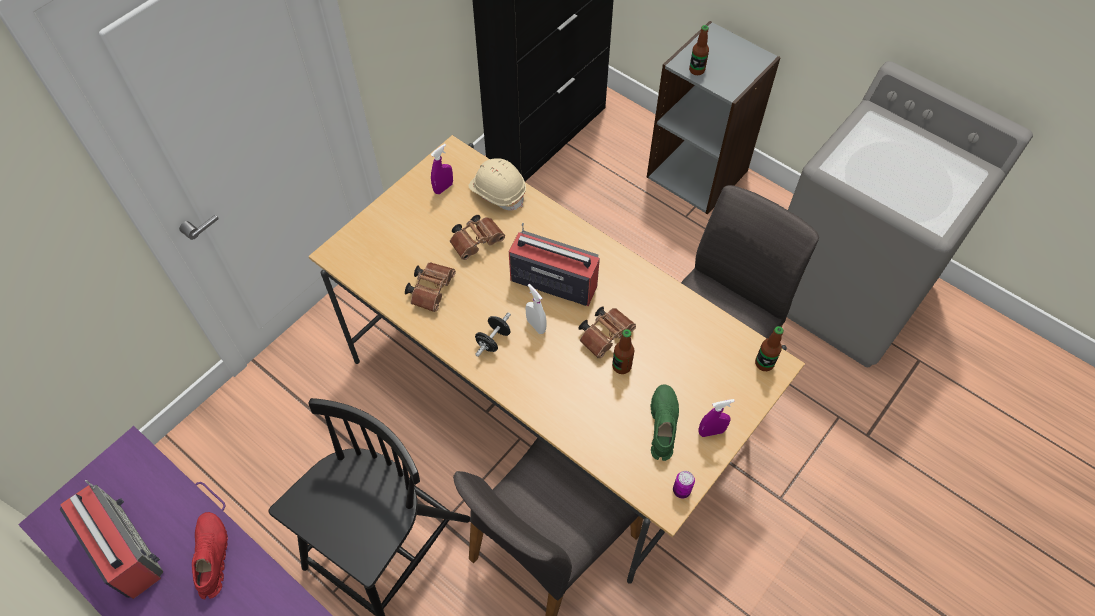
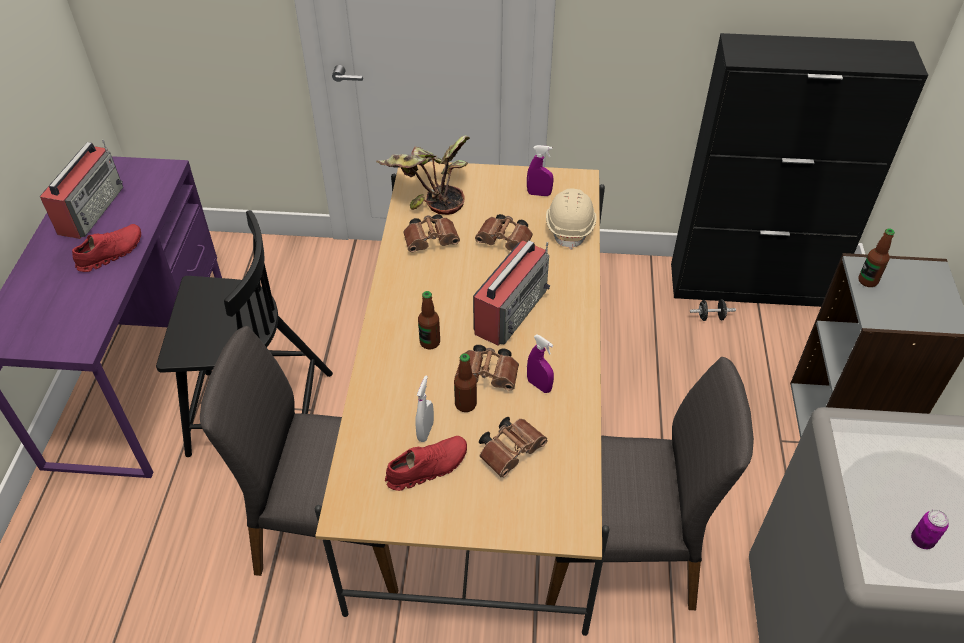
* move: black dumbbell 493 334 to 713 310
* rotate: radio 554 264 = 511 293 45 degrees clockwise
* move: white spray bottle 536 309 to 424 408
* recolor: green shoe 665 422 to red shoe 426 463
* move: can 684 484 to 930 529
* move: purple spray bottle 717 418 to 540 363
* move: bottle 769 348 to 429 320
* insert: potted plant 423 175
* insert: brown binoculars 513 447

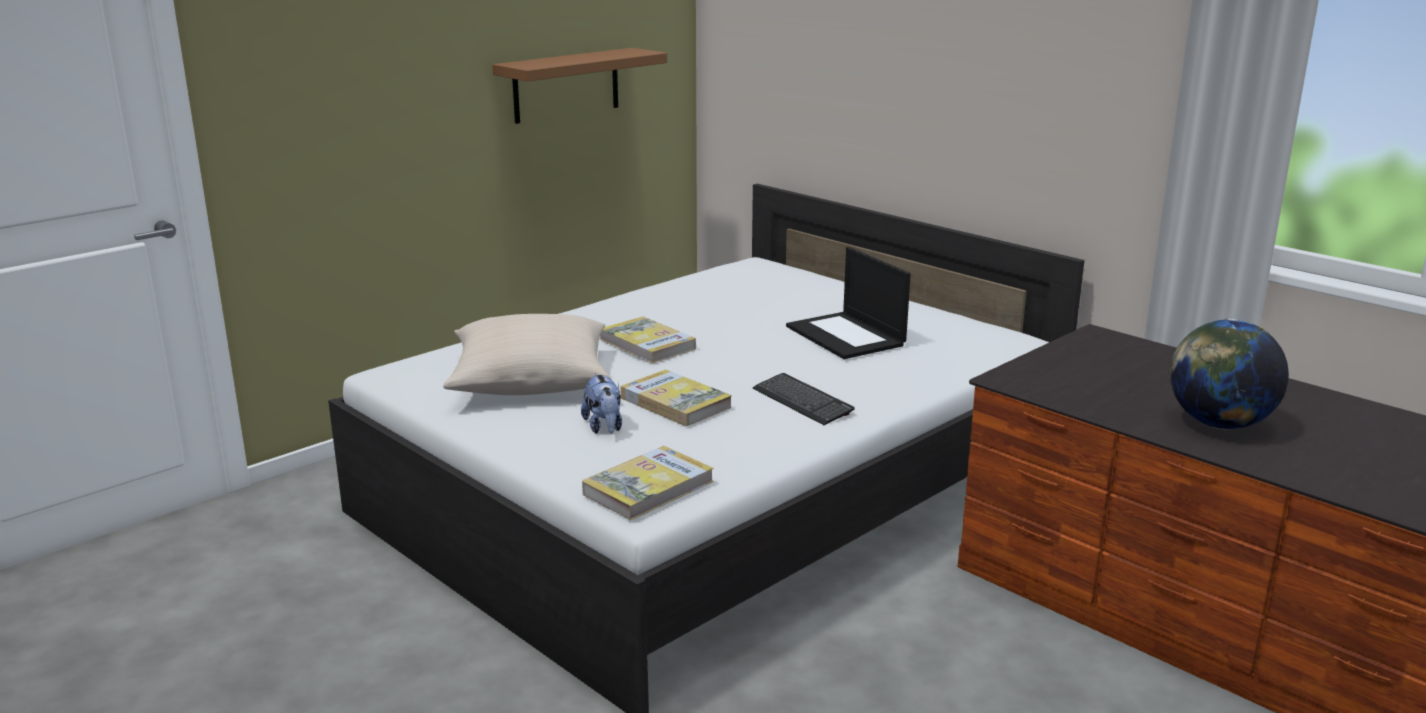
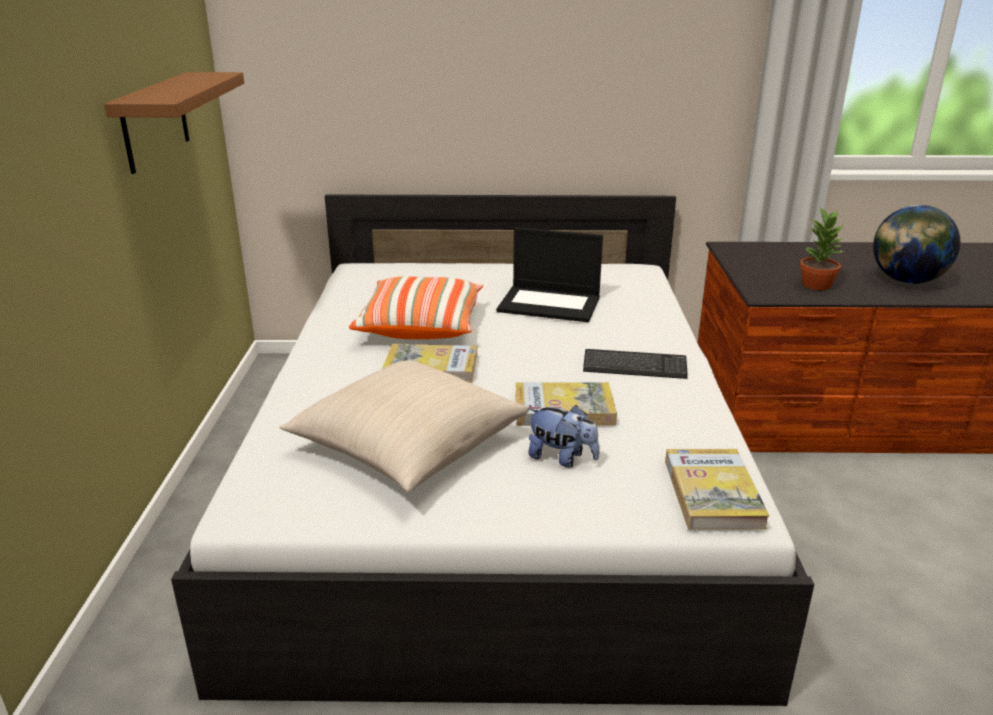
* insert: pillow 416 307
* insert: potted plant 823 249

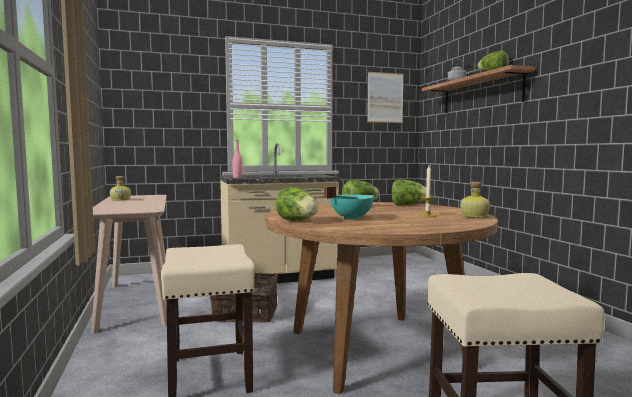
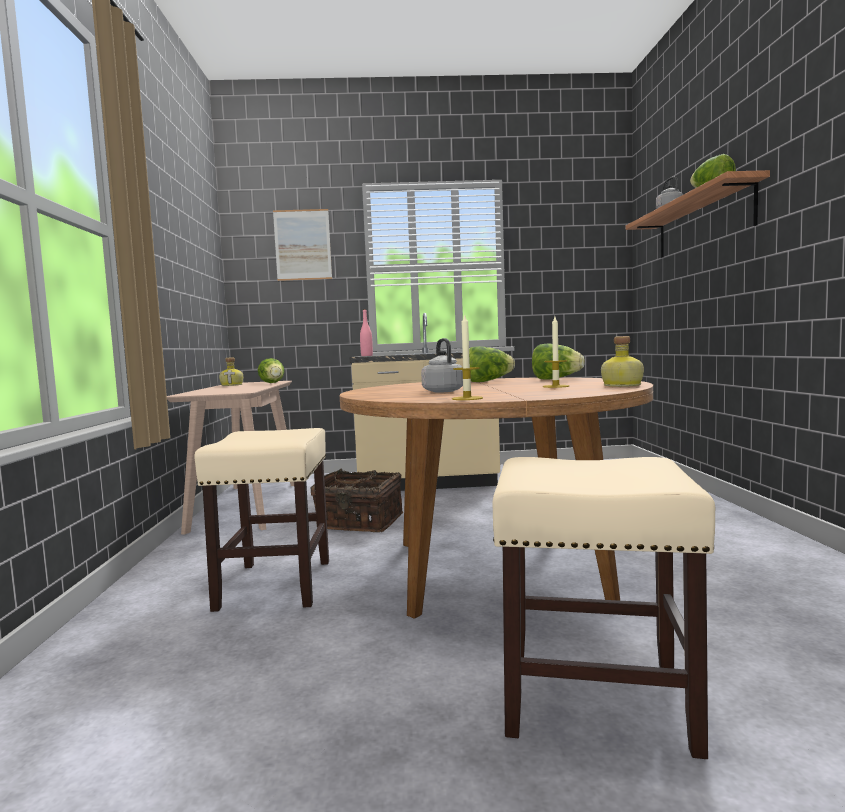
* move: lettuce 297 204 to 271 370
* replace: turquoise cooking pot 349 203 to grey kettle 442 365
* move: picture 385 97 to 302 245
* insert: candle 467 356

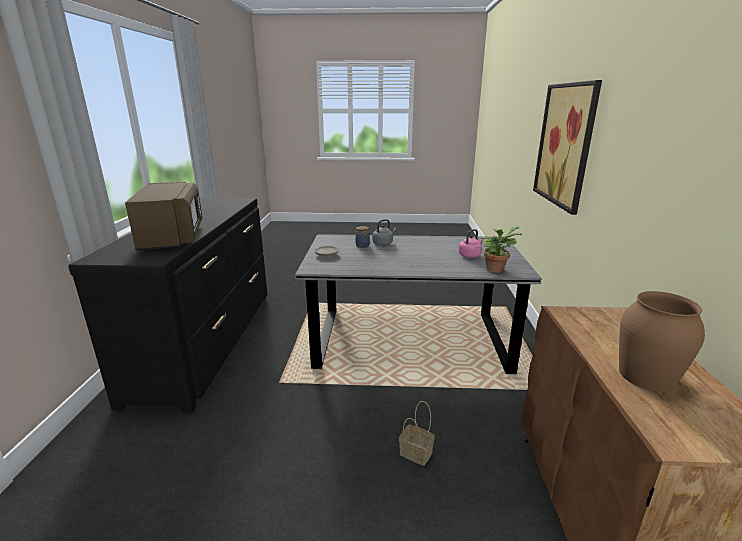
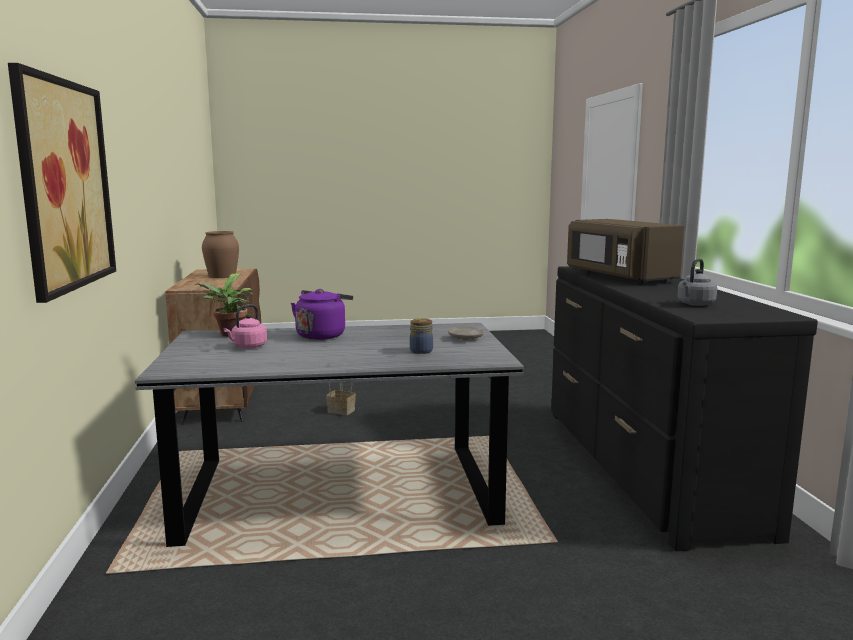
* move: grey kettle 385 232 to 697 282
* insert: purple kettle 322 314

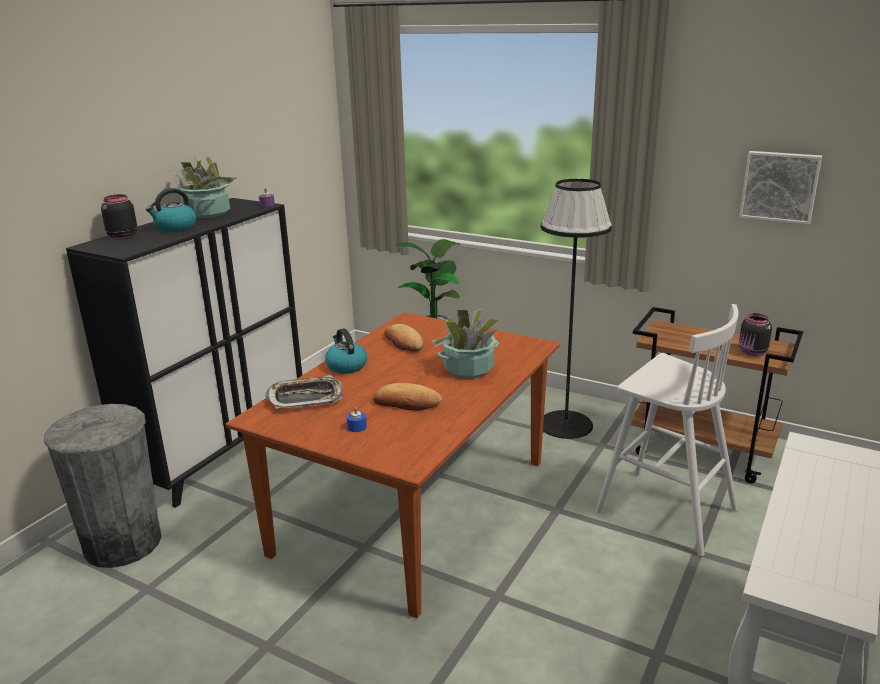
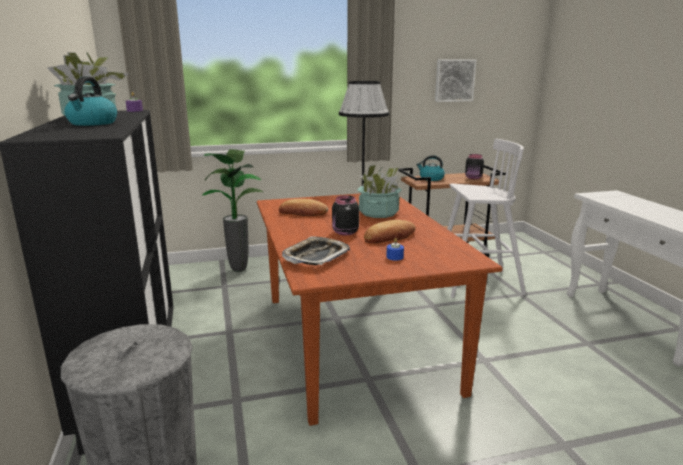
* move: black jar 119 217 to 345 215
* move: kettle 346 351 to 431 168

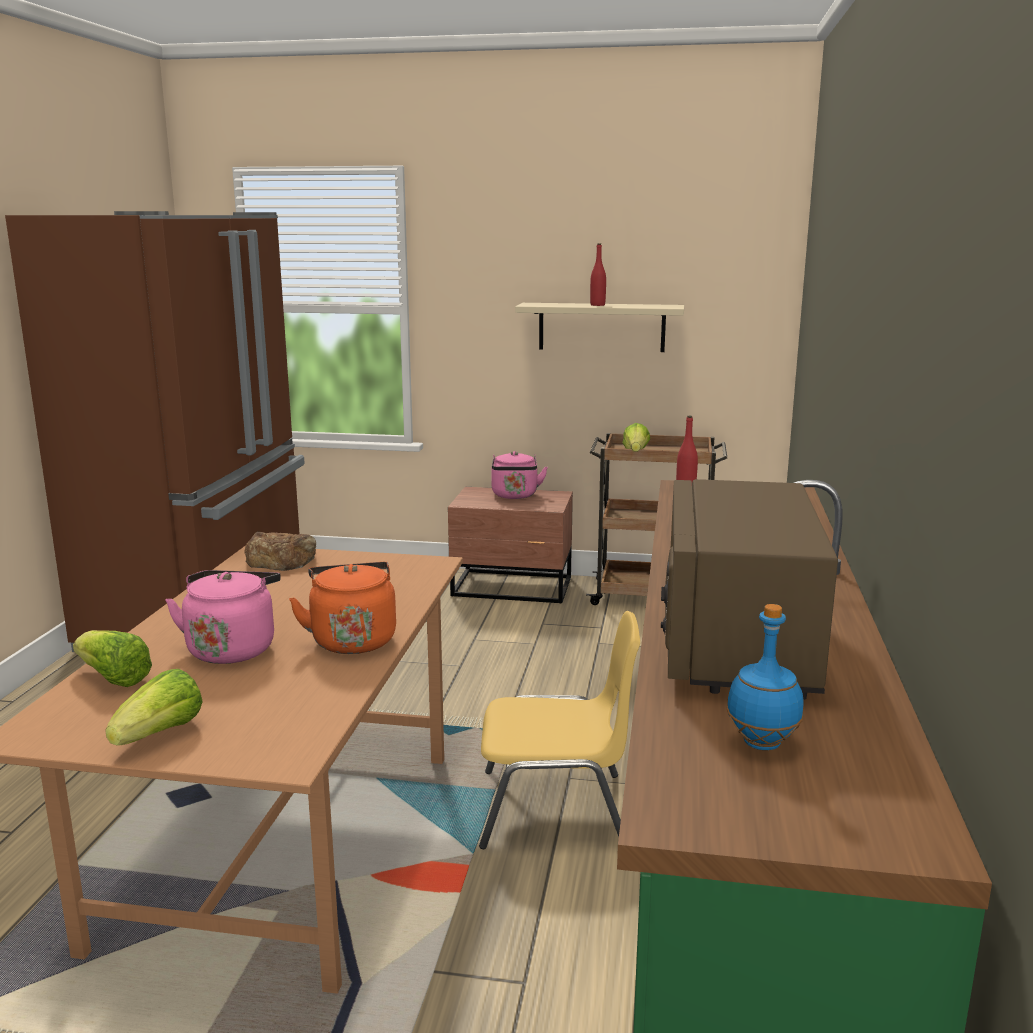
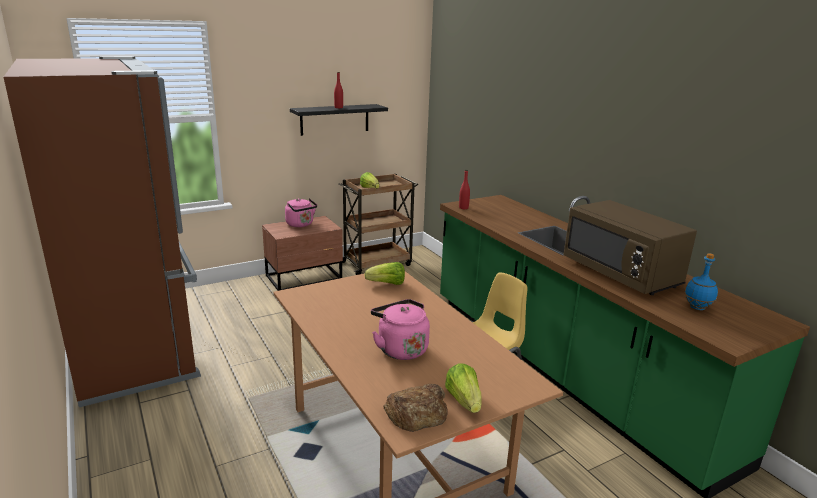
* move: lettuce 112 658 to 384 273
* move: bread 280 551 to 415 408
* delete: orange kettle 342 608
* recolor: beige shelf 599 327 to black shelf 339 120

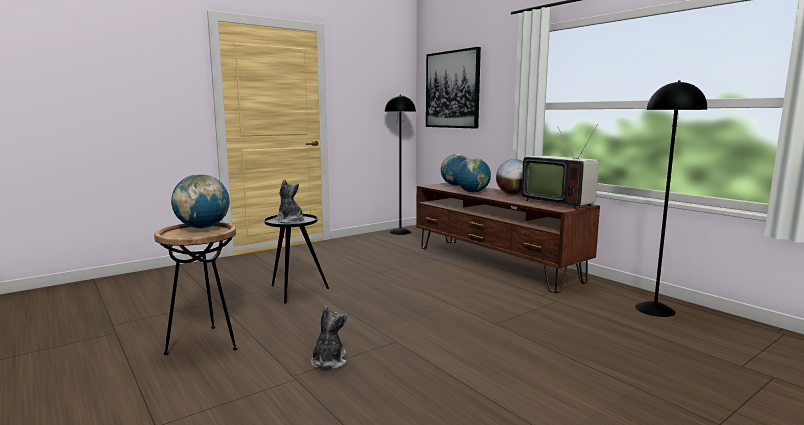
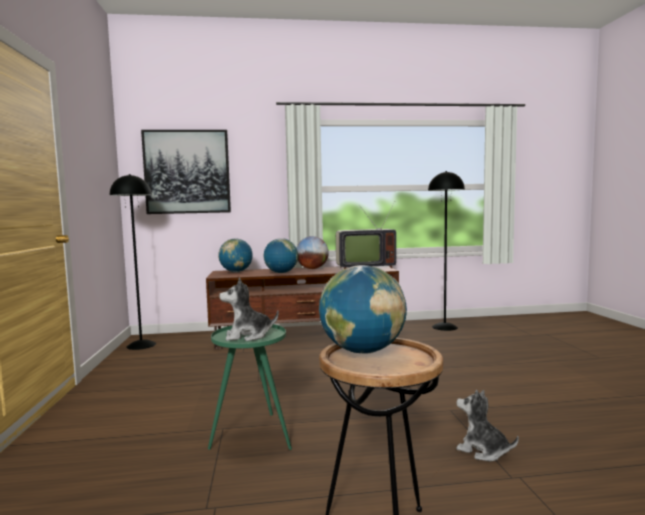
* recolor: black side table 296 259 to green side table 250 387

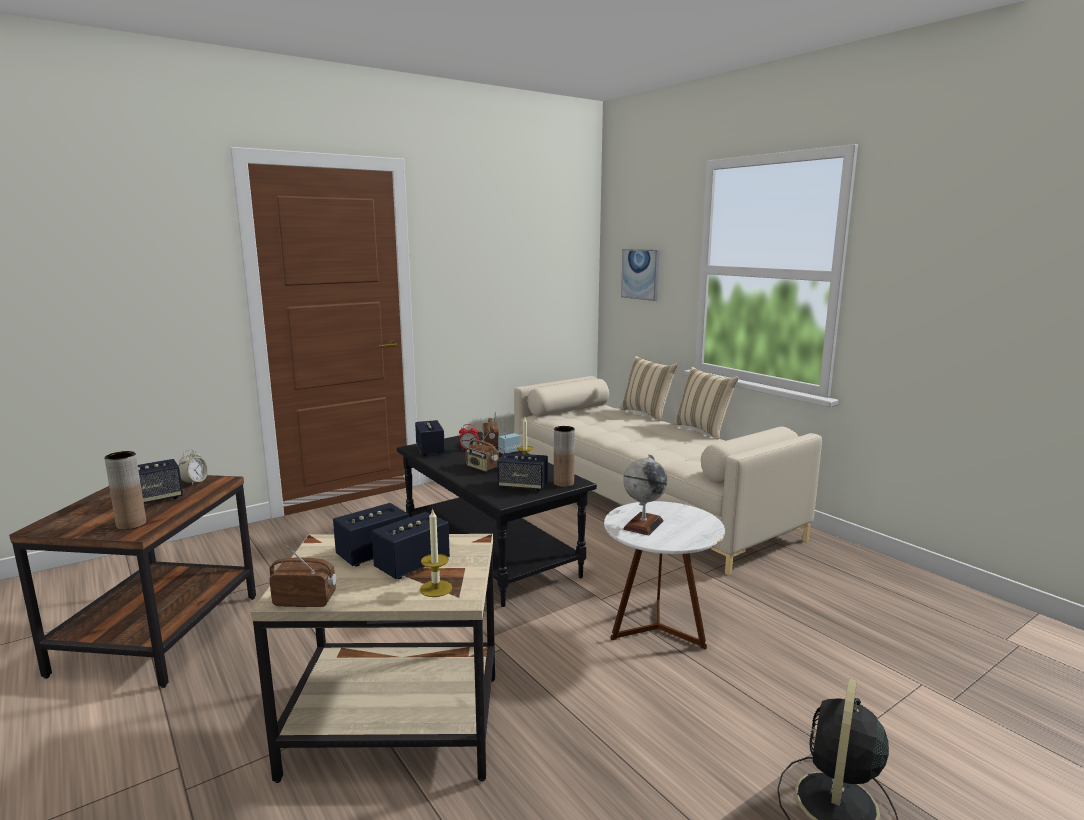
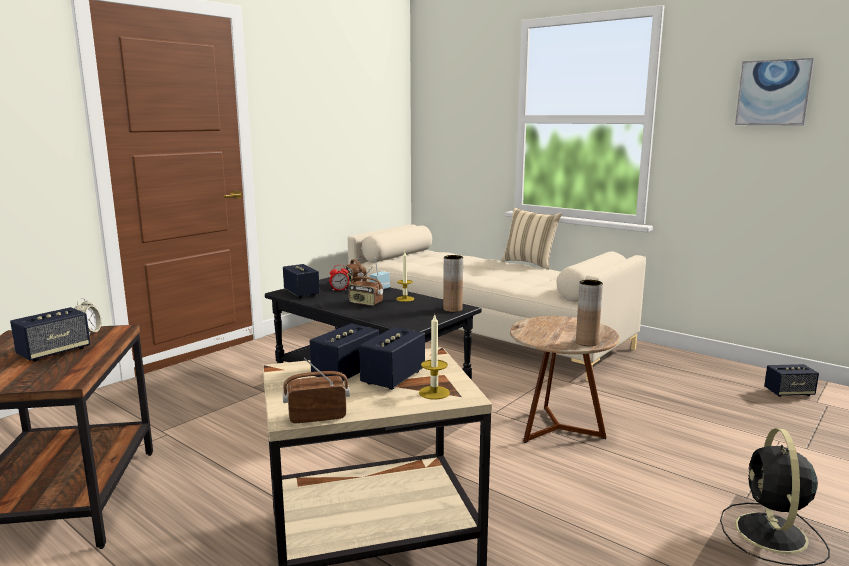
* move: brown vase 125 490 to 589 313
* move: speaker 522 472 to 791 380
* recolor: white side table 664 575 to brown side table 564 379
* delete: beige pillow 649 388
* move: picture 640 275 to 774 92
* delete: globe 645 494

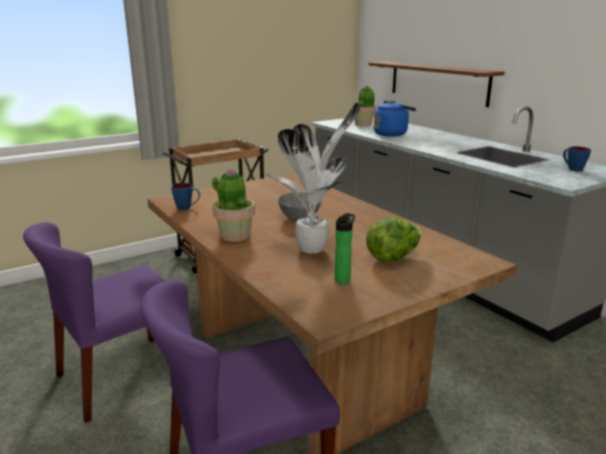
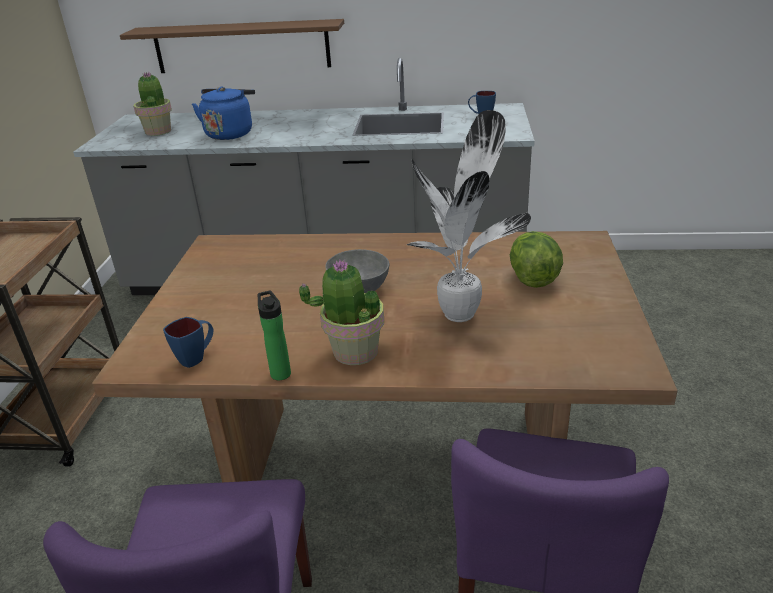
* move: bottle 345 248 to 274 335

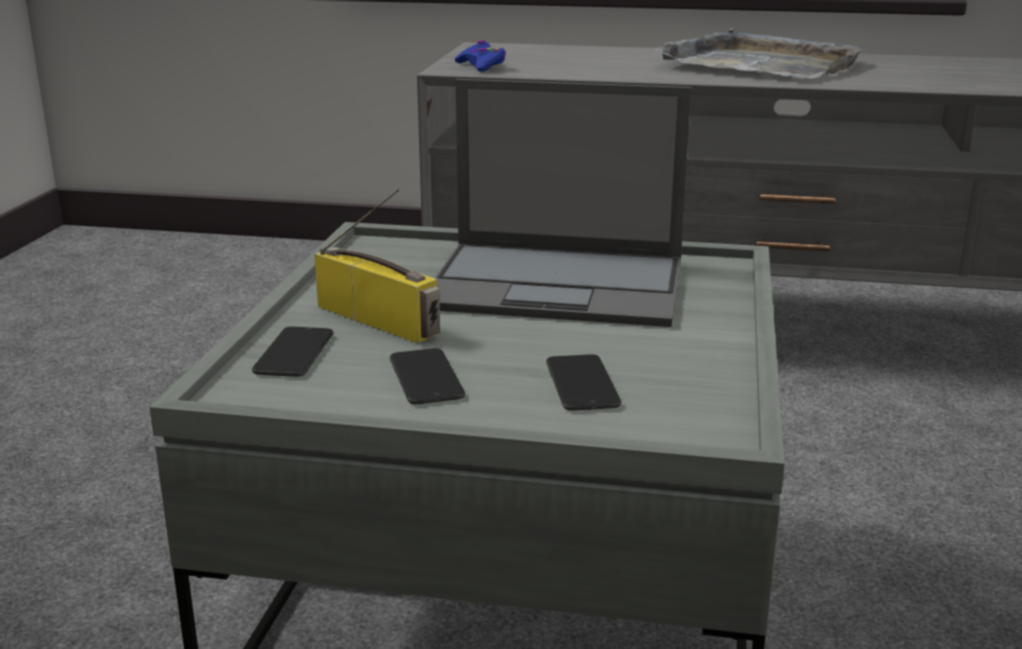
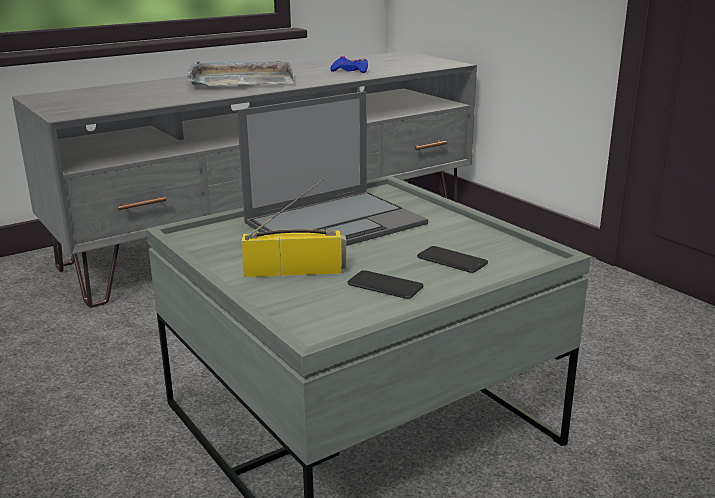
* delete: phone 292 351
* move: blue game controller 480 56 to 349 64

